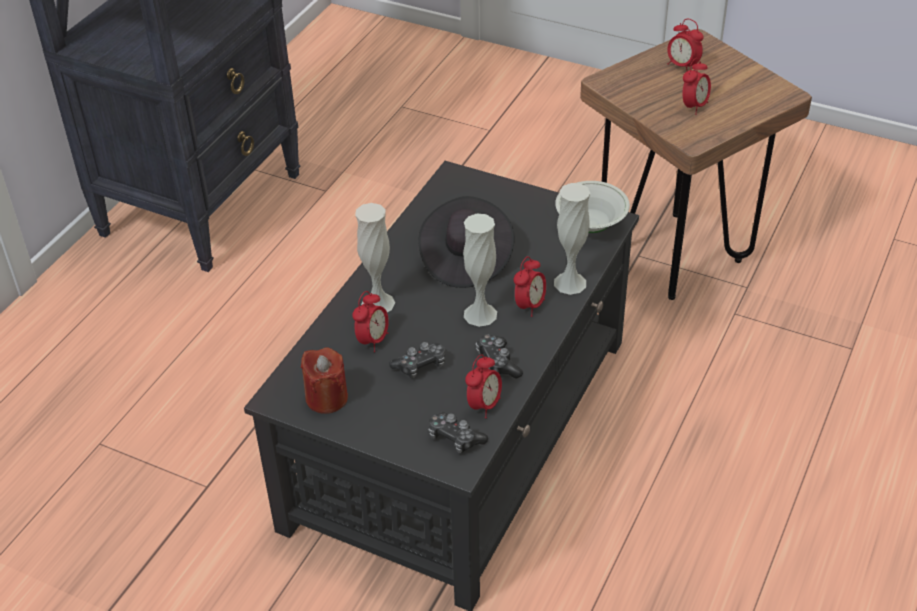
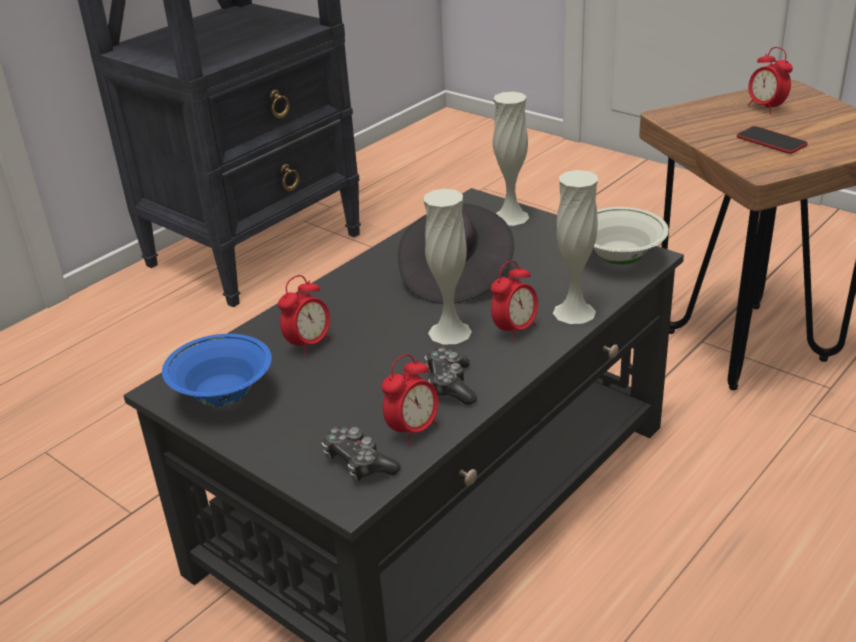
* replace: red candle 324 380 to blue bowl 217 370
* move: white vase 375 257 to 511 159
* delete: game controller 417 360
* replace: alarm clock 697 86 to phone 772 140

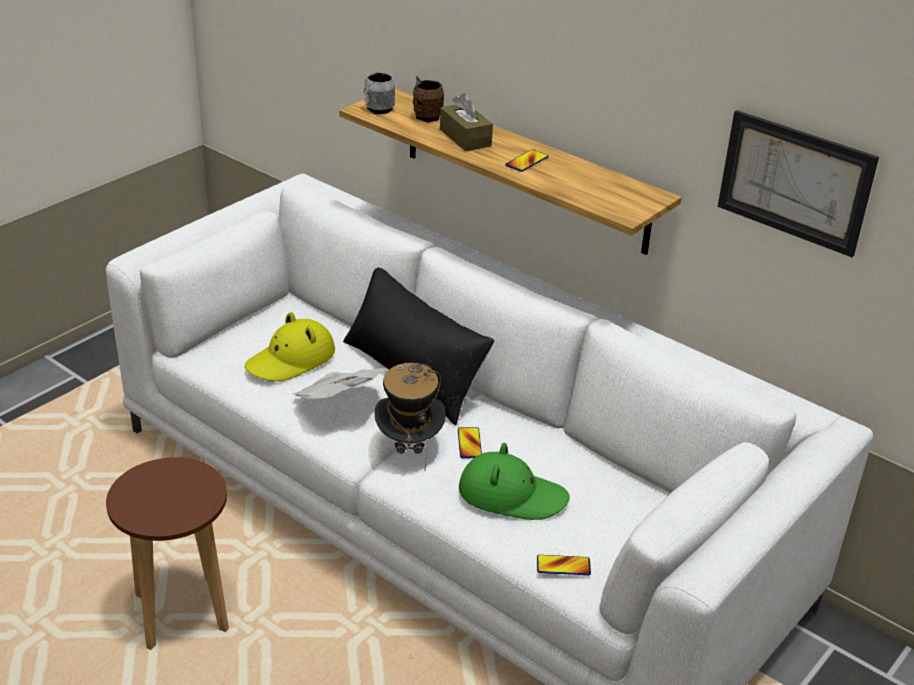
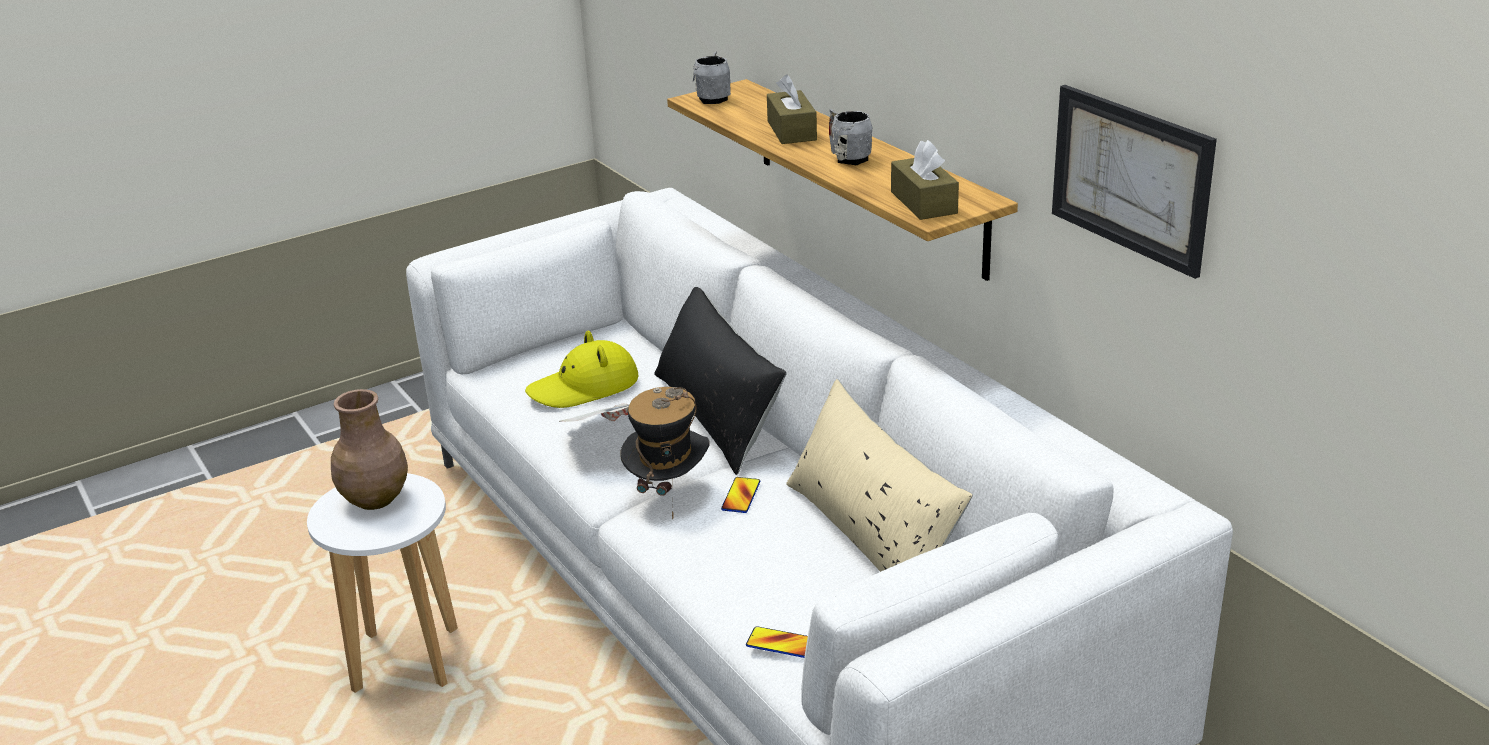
* recolor: brown stool 167 553 to white stool 382 583
* delete: brown mug 428 99
* delete: green hat 514 481
* replace: phone 527 160 to grey mug 850 136
* insert: brown vase 369 449
* insert: beige pillow 879 475
* insert: brown tissue box 925 180

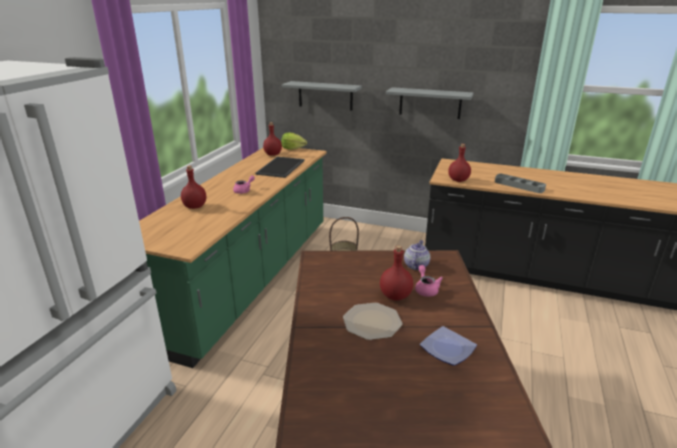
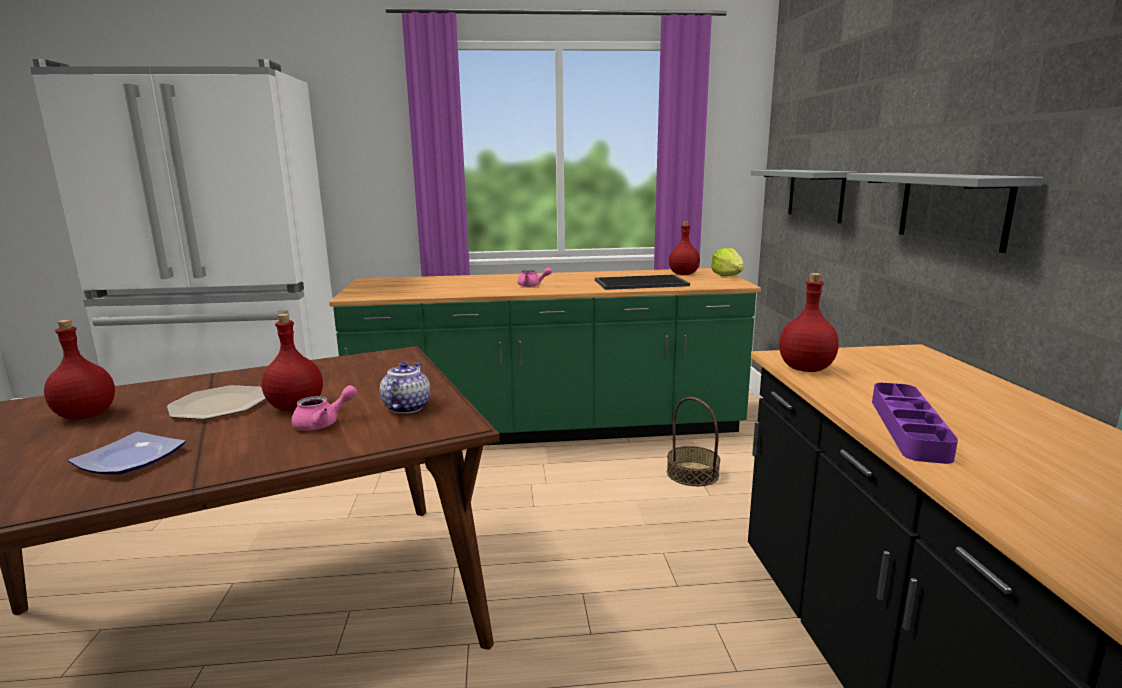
* move: red bottle 193 187 to 79 370
* rotate: teapot 417 255 = 405 388 75 degrees counterclockwise
* recolor: grey tray 520 183 to purple tray 915 423

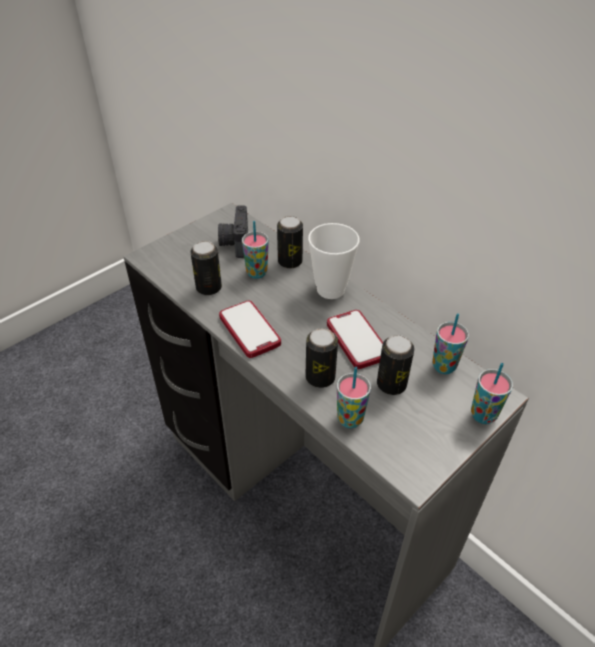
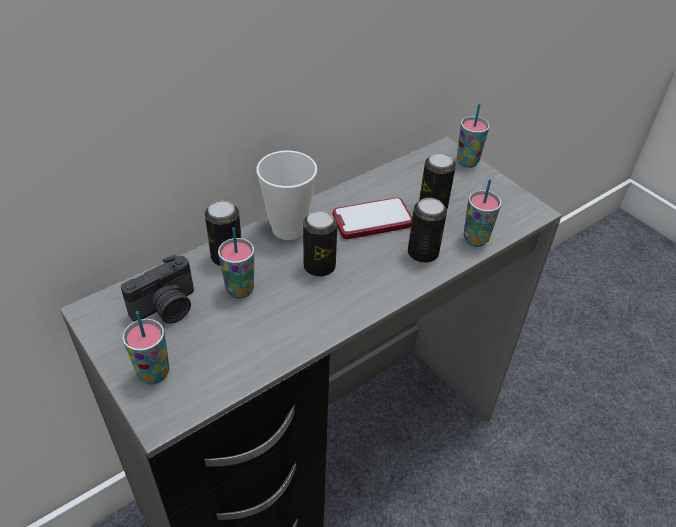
* move: can 206 268 to 320 243
* rotate: photo camera 233 231 = 157 289 45 degrees counterclockwise
* delete: phone 250 329
* move: cup 450 343 to 145 348

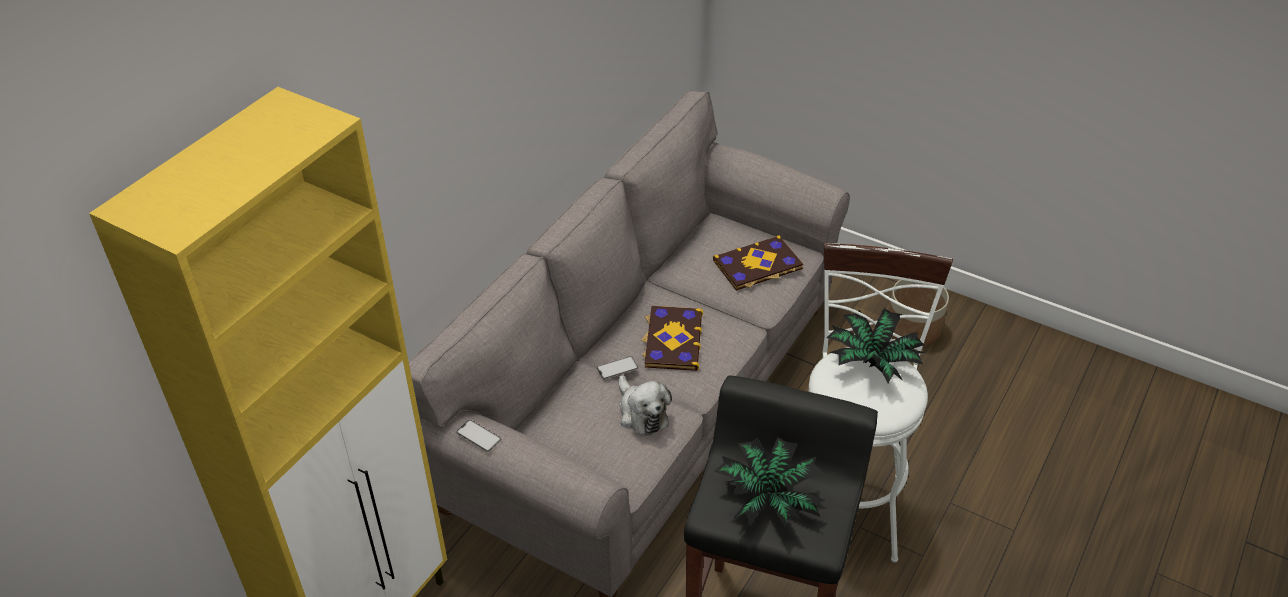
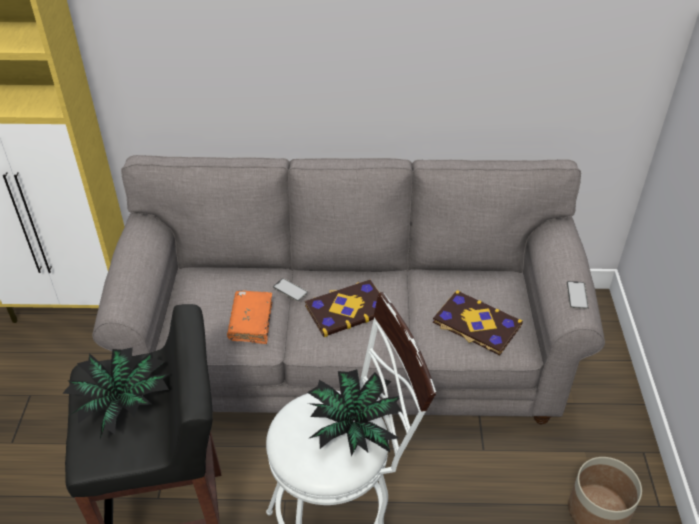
* move: phone 478 436 to 578 295
* replace: plush toy 645 405 to orange book 249 317

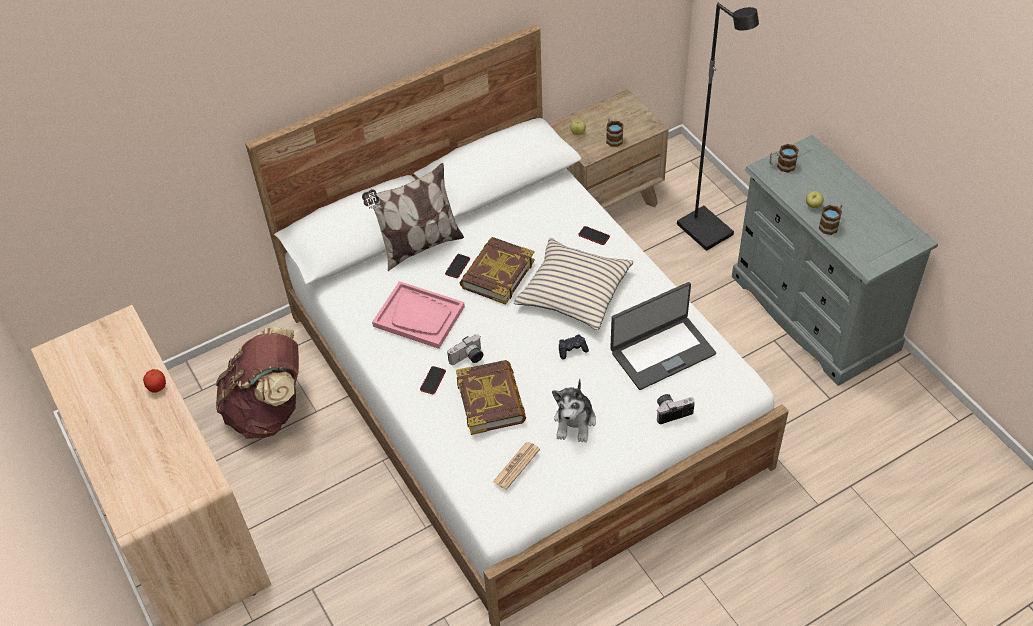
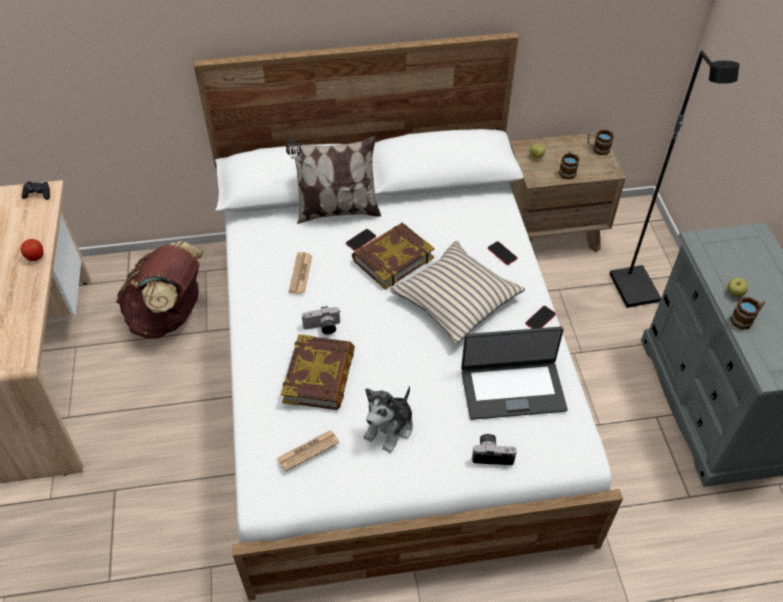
* replace: pink tray 418 315 to newspaper 300 273
* move: phone 433 380 to 540 317
* move: black game controller 574 347 to 36 190
* move: mug 784 158 to 600 142

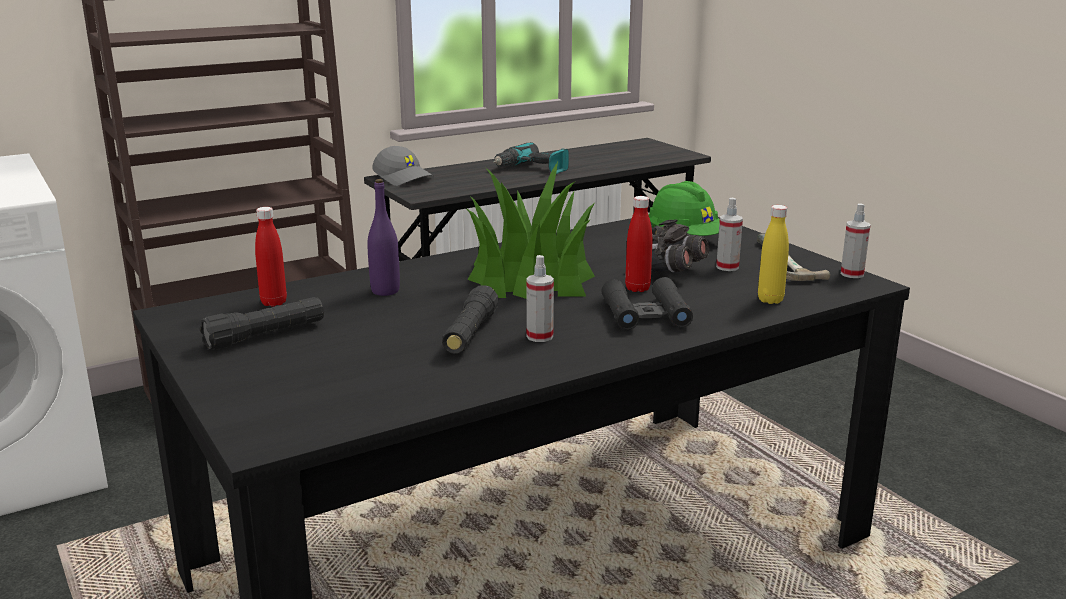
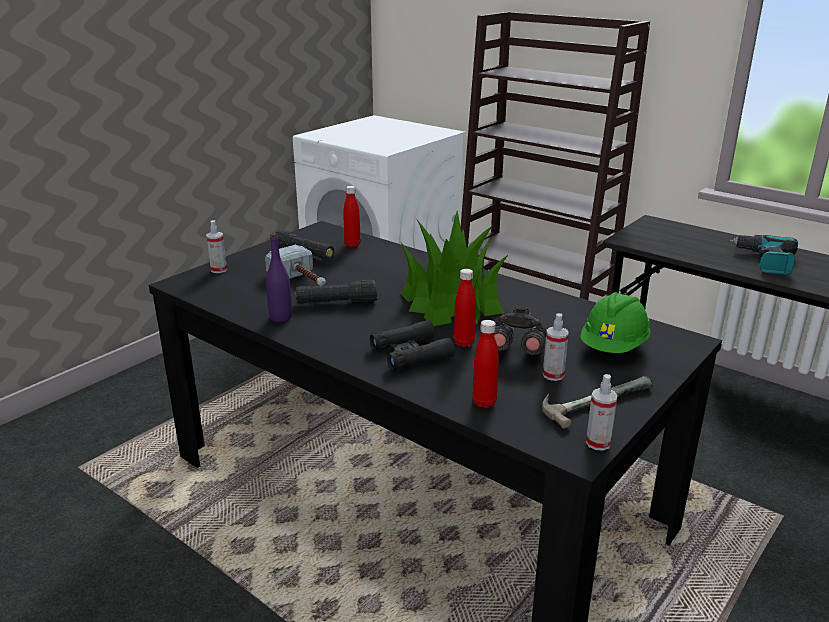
* move: purple bottle 384 237 to 279 277
* delete: grey cap 403 166
* move: spray bottle 540 298 to 216 246
* recolor: yellow bottle 773 254 to red bottle 486 364
* insert: hammer 295 265

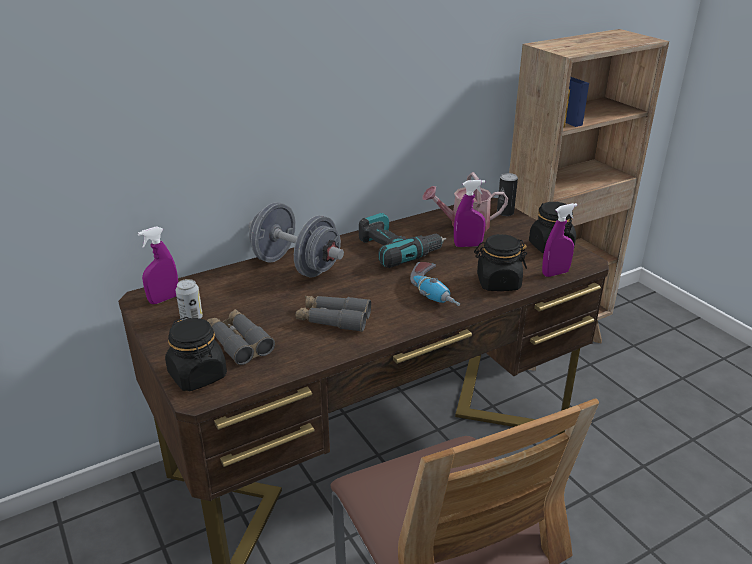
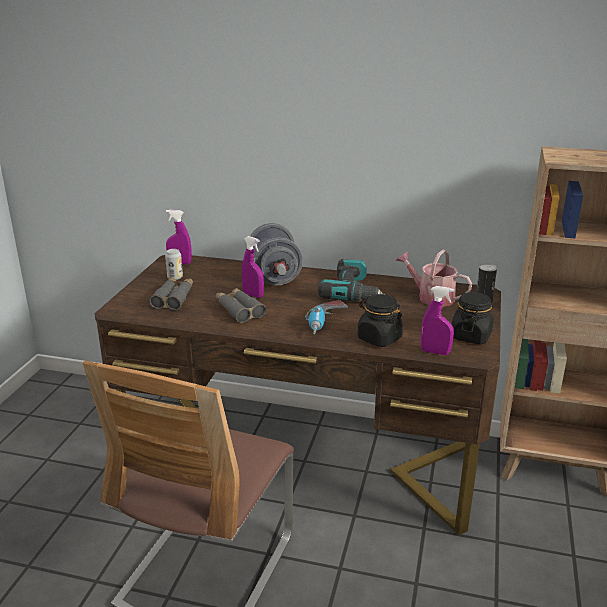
* delete: black jar 196 354
* move: purple spray bottle 469 213 to 253 267

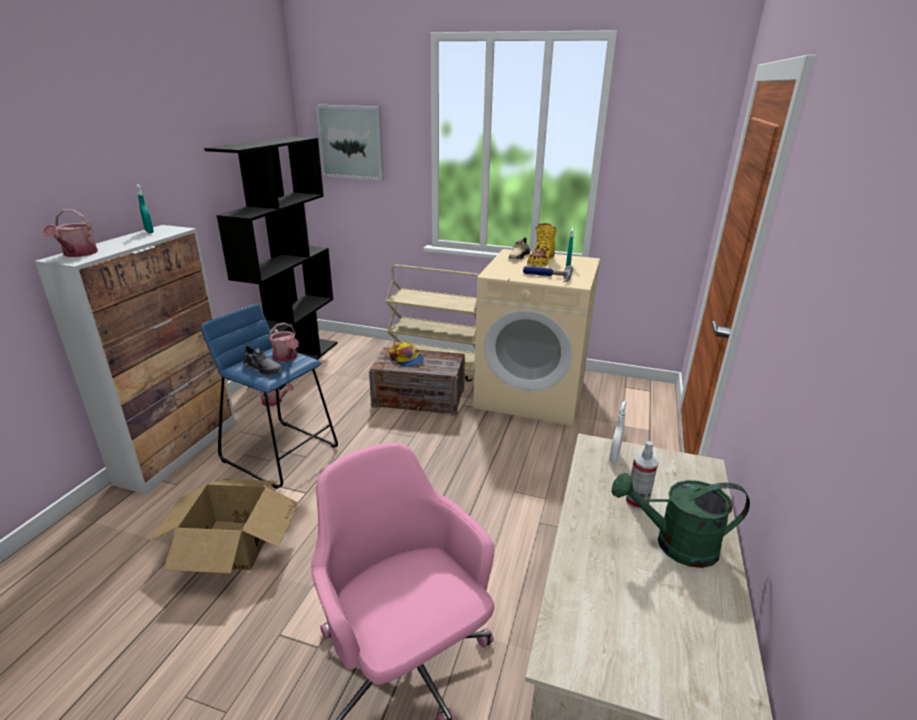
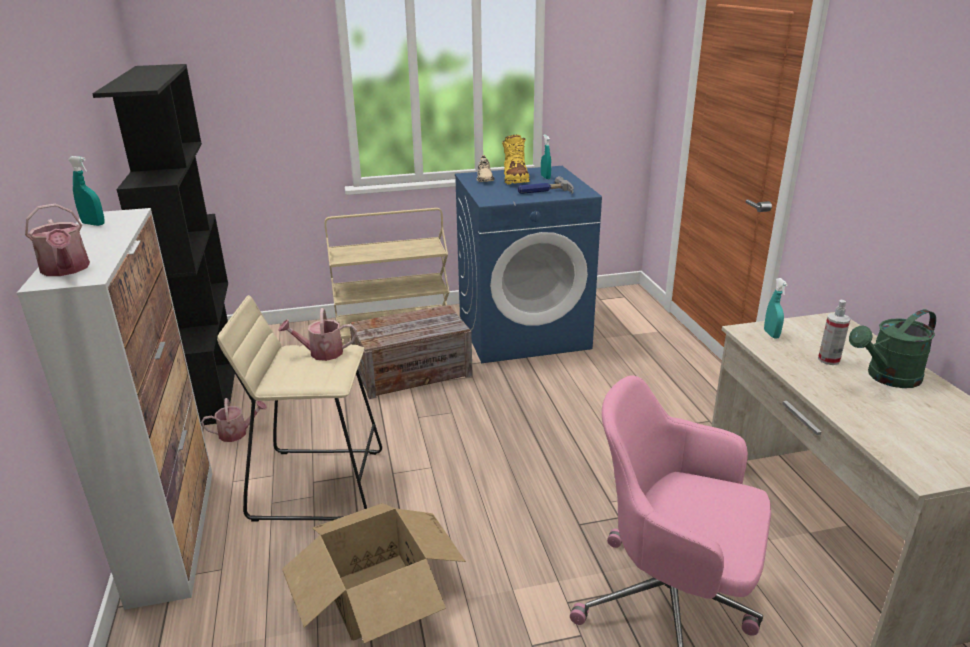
* recolor: blue stool 269 396 to beige stool 299 408
* delete: grey shoe 263 360
* rotate: watering can 284 342 = 317 334 150 degrees clockwise
* delete: picture 350 143
* delete: cap 406 354
* recolor: beige washing machine 536 337 to blue washing machine 528 264
* recolor: white spray bottle 618 432 to turquoise spray bottle 776 308

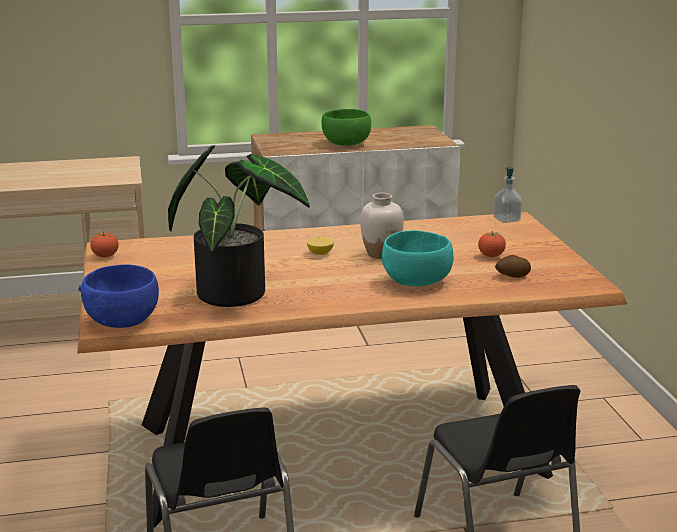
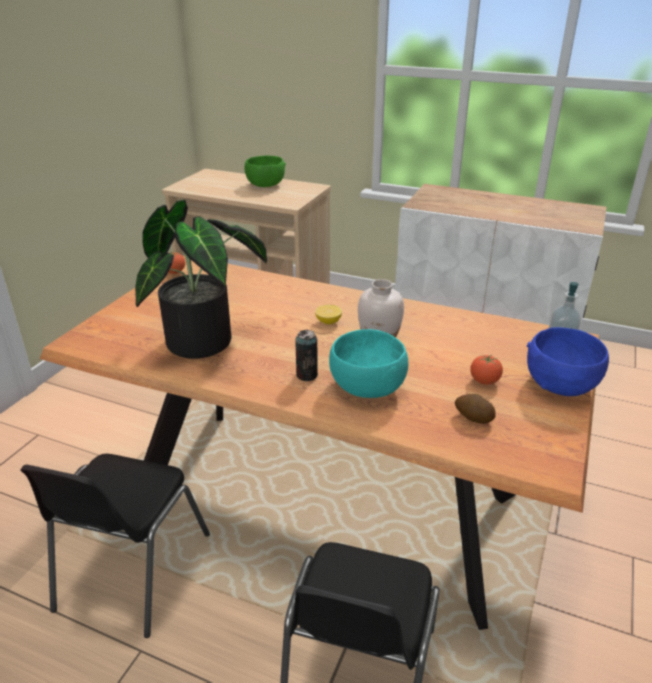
* move: blue bowl 118 296 to 568 361
* move: green bowl 346 127 to 265 171
* insert: can 306 355

